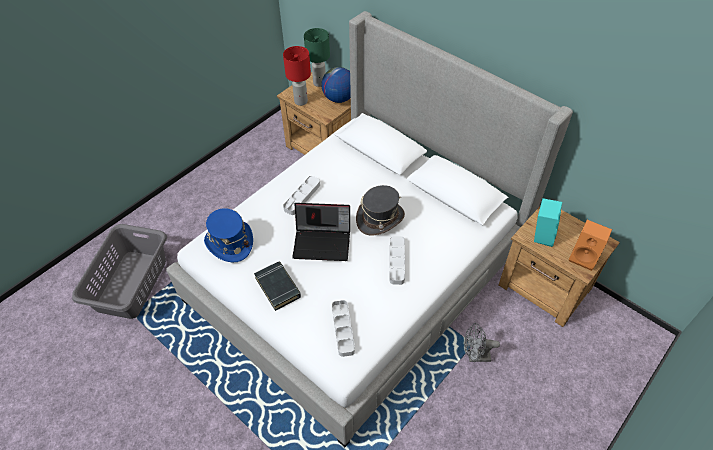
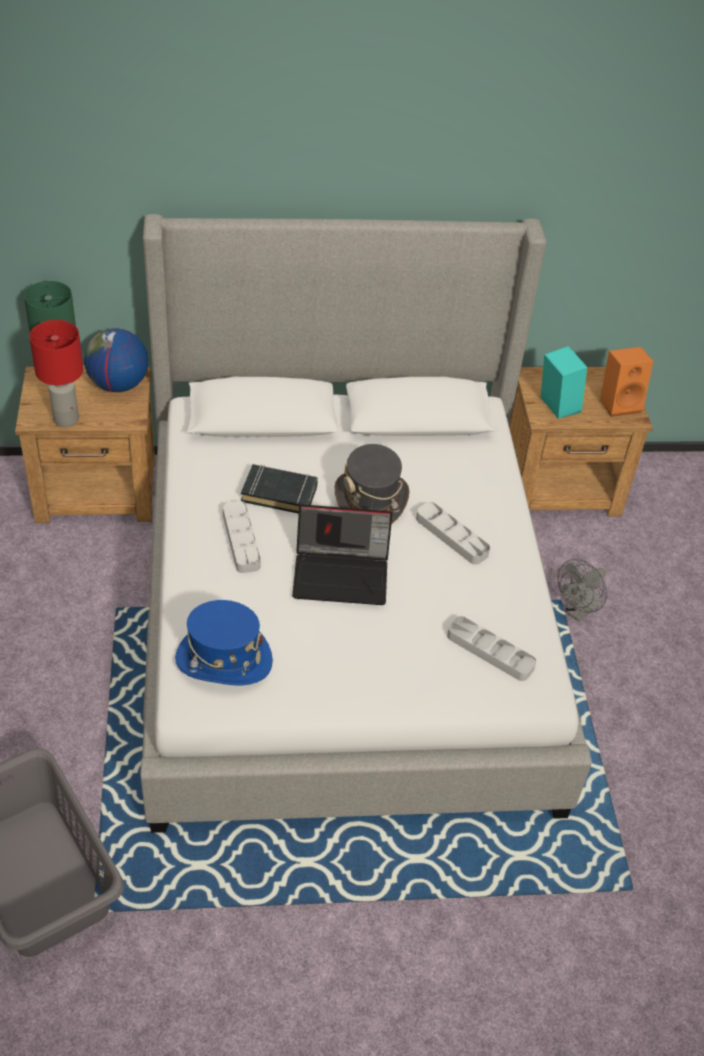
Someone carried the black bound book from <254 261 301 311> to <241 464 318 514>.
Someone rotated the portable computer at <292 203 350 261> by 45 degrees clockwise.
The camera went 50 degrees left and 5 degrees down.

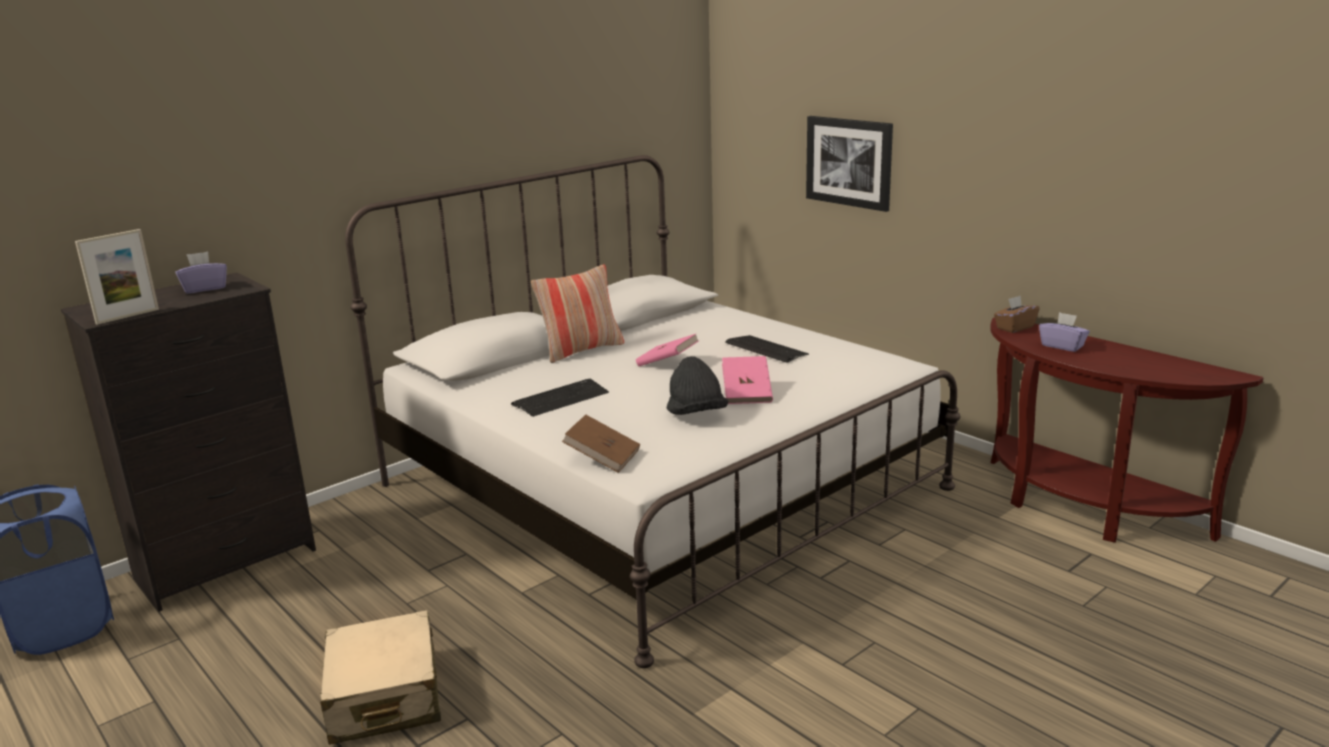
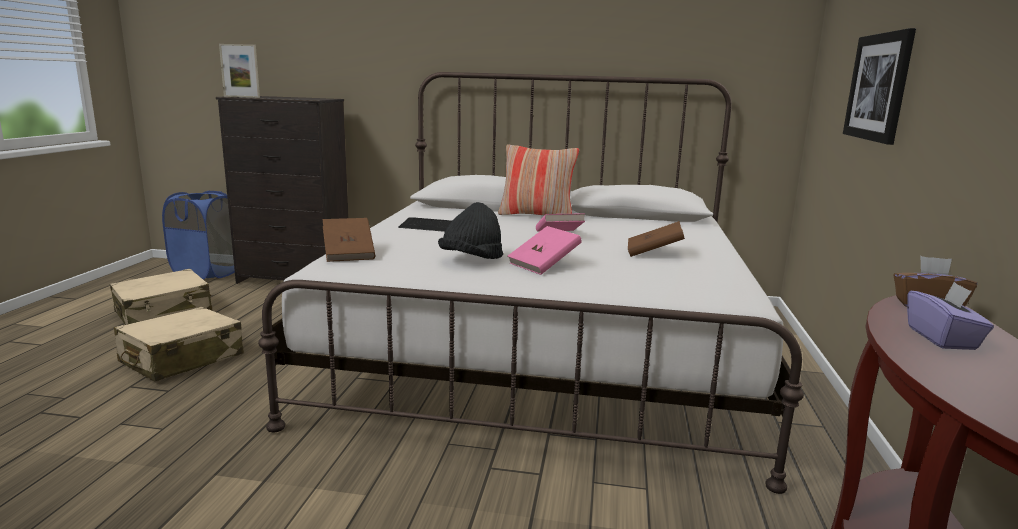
Someone took away the purple tissue box at <176 251 227 294>.
Someone put down the beige suitcase at <110 269 212 325>.
Someone swapped the keyboard at <725 335 809 363> for the brown-coloured bound book at <628 221 685 257>.
The camera went 50 degrees right and 5 degrees down.

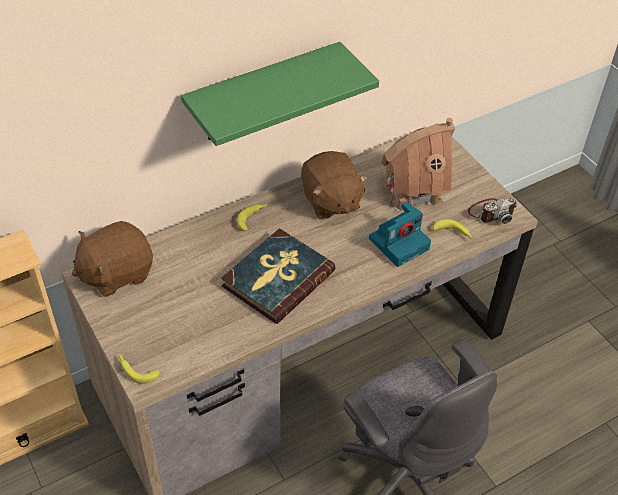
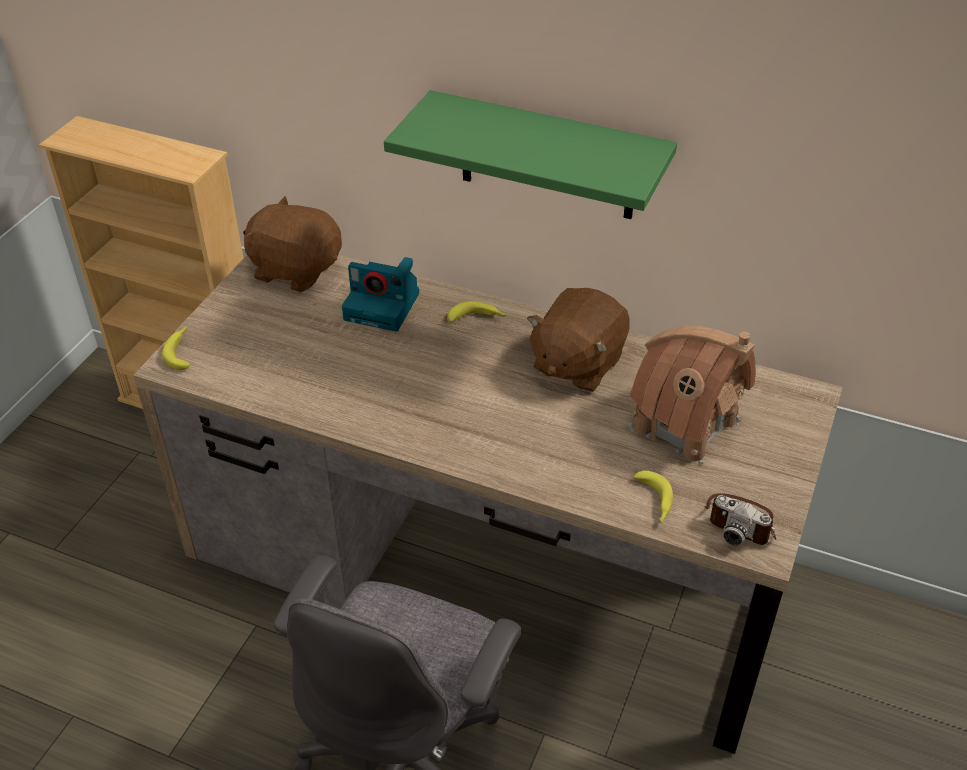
Someone took away the bound book at <221 228 335 324>.
Someone carried the photo camera from <369 201 431 267> to <342 257 419 332>.
The camera went 55 degrees right and 5 degrees down.

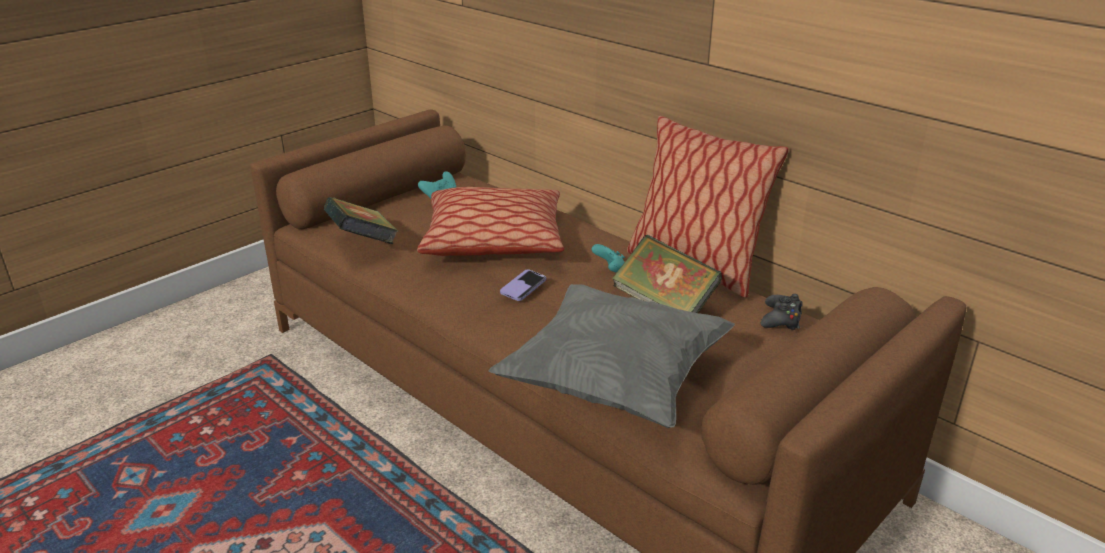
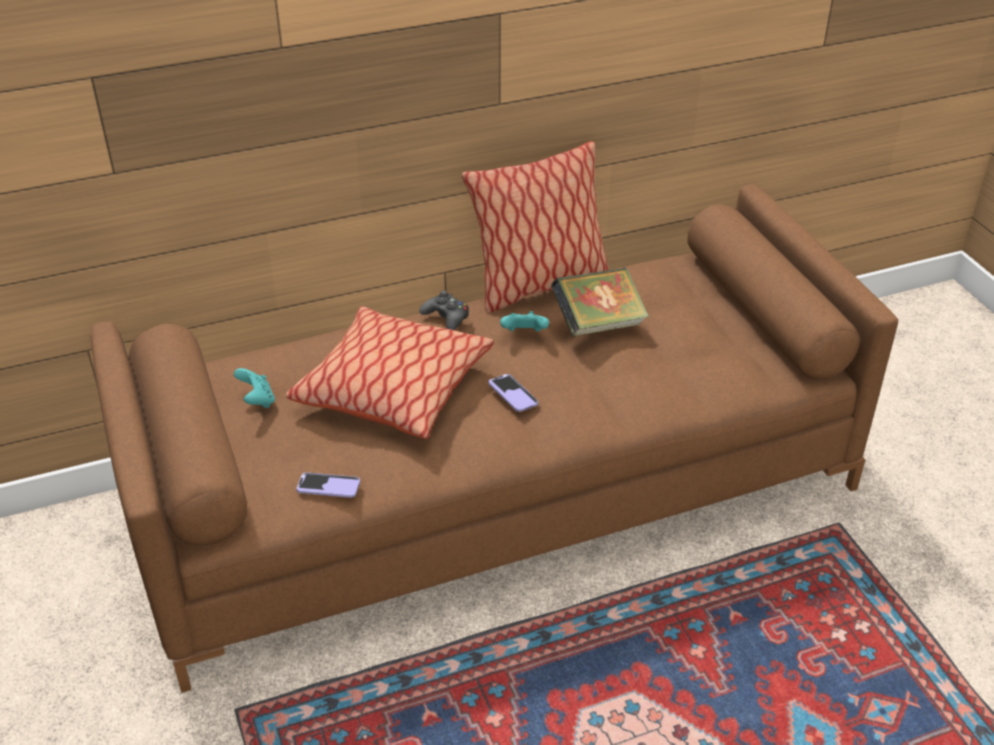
Someone took away the grey cushion at <488 284 735 428>.
Someone carried the black game controller from <761 294 802 330> to <419 290 469 330>.
Someone swapped the bound book at <323 197 398 244> for the handset at <297 472 360 498>.
The camera went 65 degrees left and 10 degrees up.

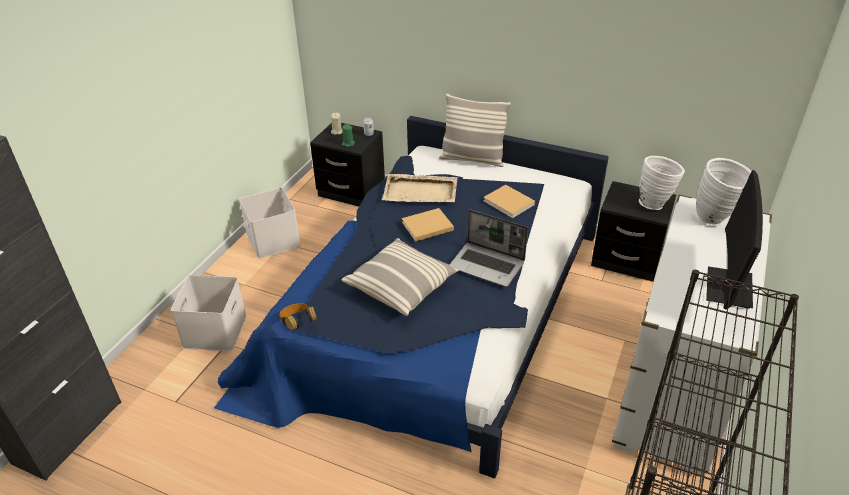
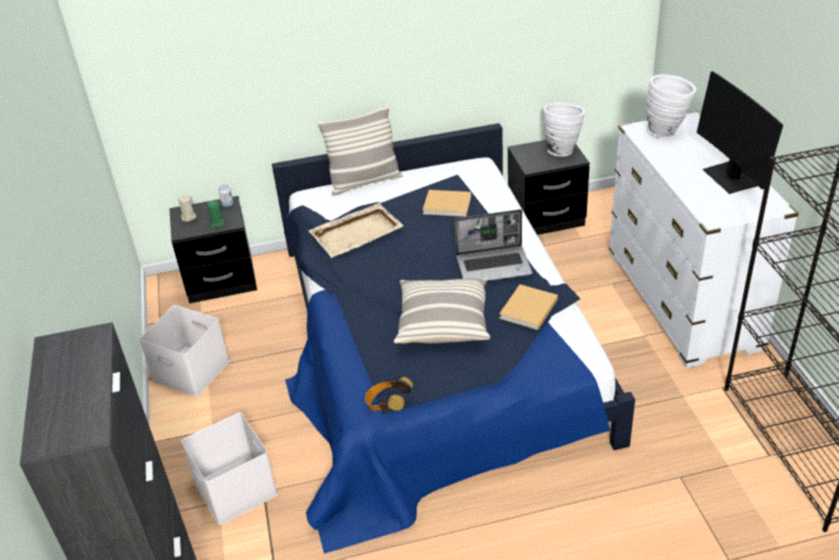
Someone carried the beige bound book from <402 208 454 241> to <499 284 558 330>.
The camera went 35 degrees left and 0 degrees up.

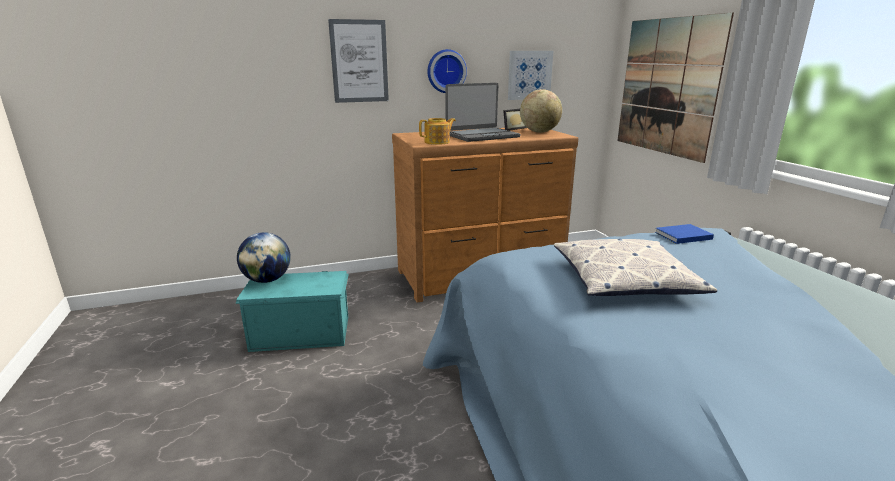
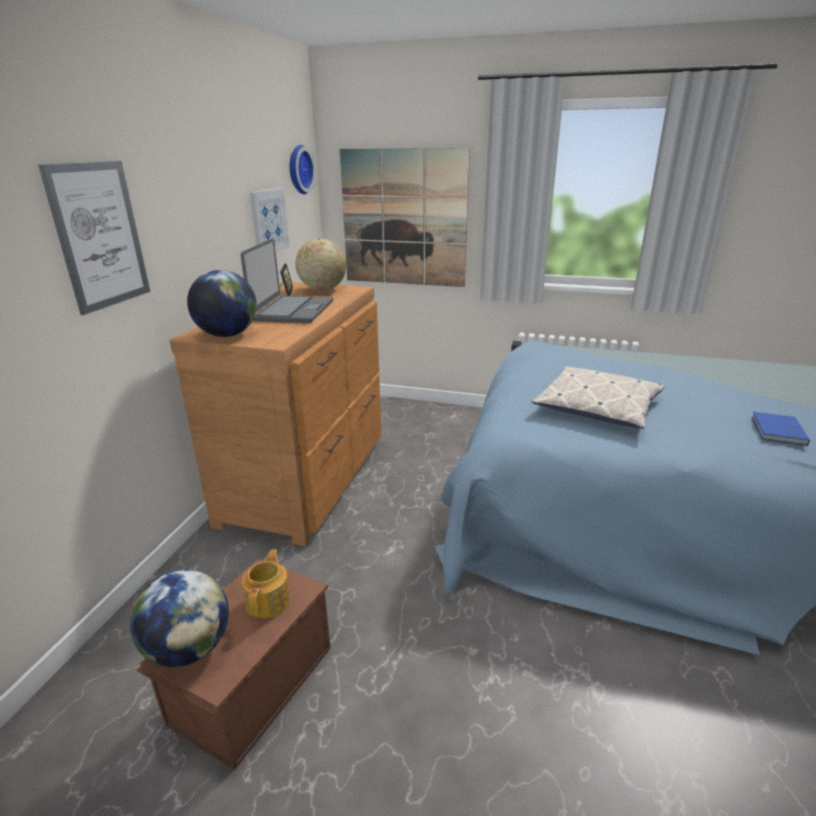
Someone put down the desk globe at <187 270 257 337>.
Someone carried the tea pot from <419 118 456 145> to <242 549 290 619>.
Someone carried the clock on the wall from <427 49 467 93> to <290 145 315 194>.
Someone carried the blue bound book from <655 224 714 244> to <751 412 810 446>.
Someone repainted the blue-green storage box at <235 271 349 352>, which became the brown-coloured storage box at <136 559 331 771>.
The camera went 55 degrees left and 5 degrees up.

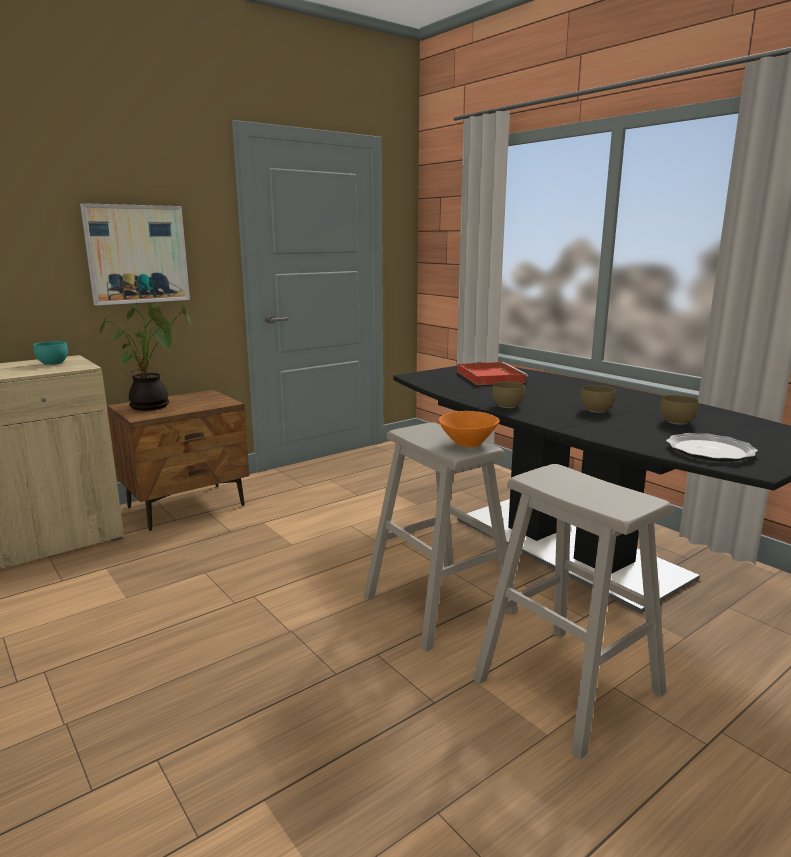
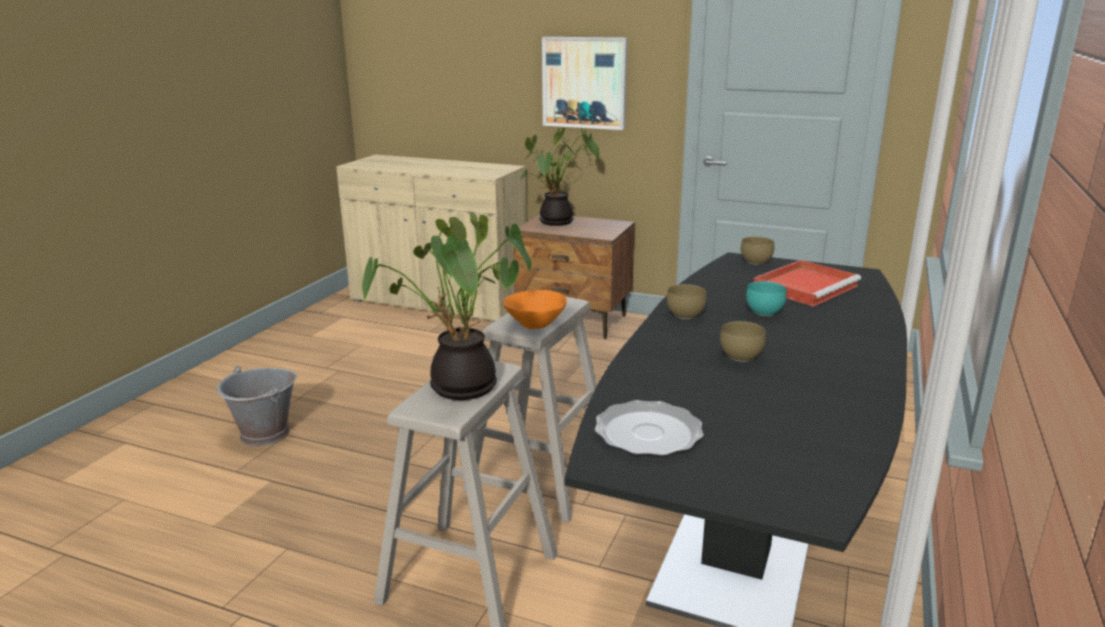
Someone put down the grey water bucket at <217 366 297 446>.
Someone put down the plant in a pot at <362 213 532 400>.
Someone carried the blue-green bowl from <33 341 68 365> to <746 281 787 316>.
Someone carried the brown-coloured bowl from <660 395 699 425> to <741 237 775 265>.
The camera went 60 degrees right and 5 degrees up.

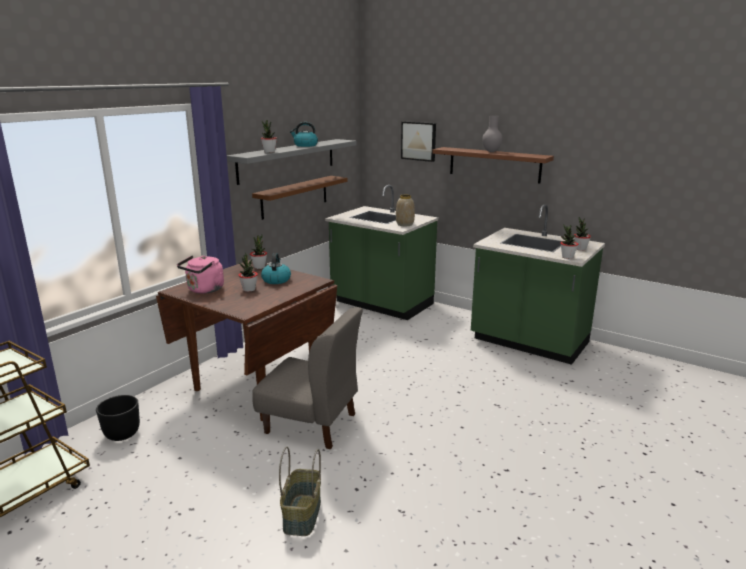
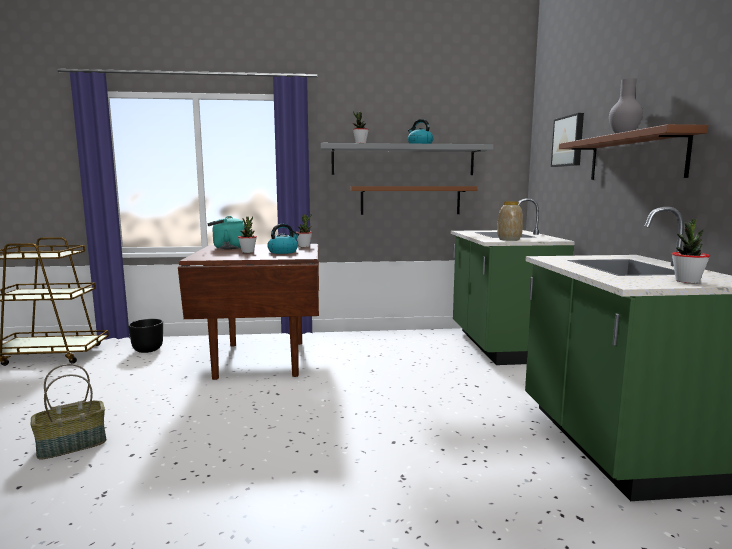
Someone took away the grey chair at <252 307 363 449>.
Someone took away the plant in a pot at <561 225 578 259>.
Someone repainted the pink-coloured water kettle at <177 255 224 294>, which became the blue-green water kettle at <207 216 245 249>.
The camera went 50 degrees right and 10 degrees down.

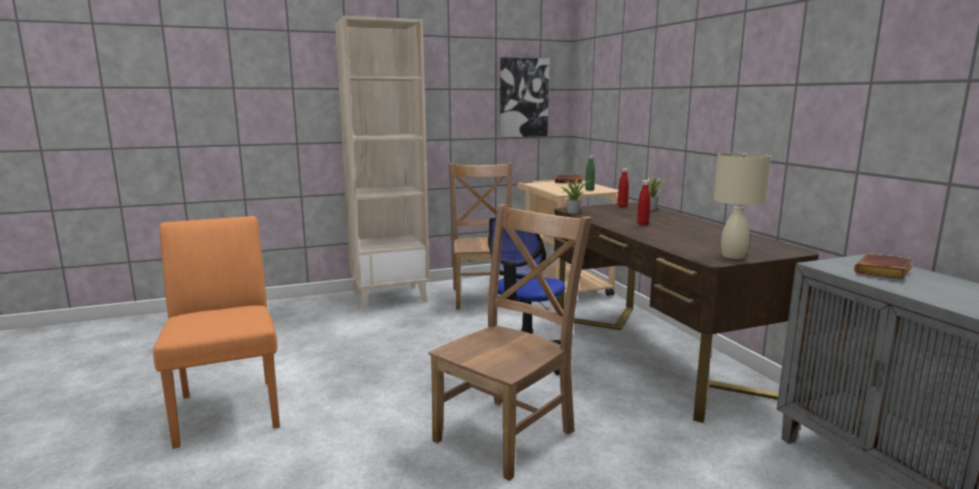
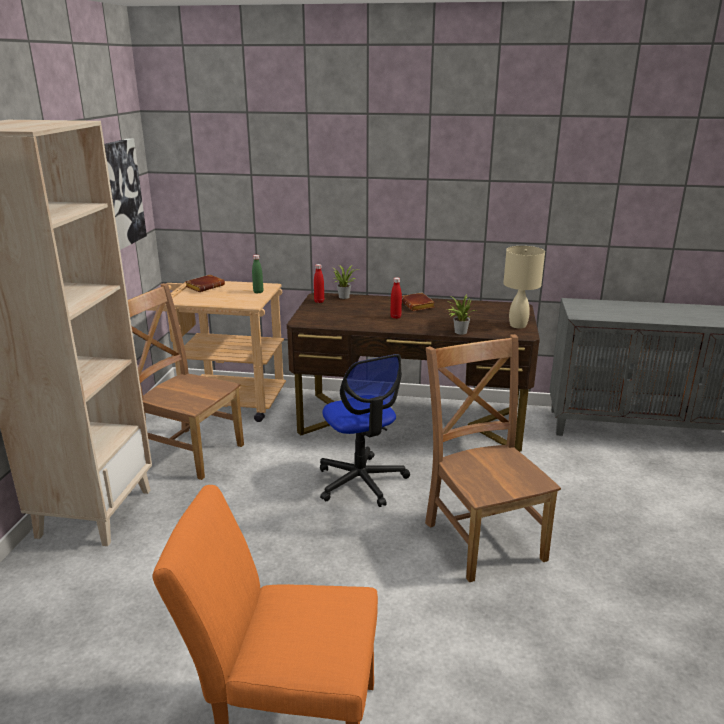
Someone carried the plant in a pot from <560 178 588 214> to <445 294 476 335>.
Someone carried the brown-coloured bound book from <854 254 913 279> to <402 293 435 311>.
The camera went 60 degrees left and 10 degrees up.

